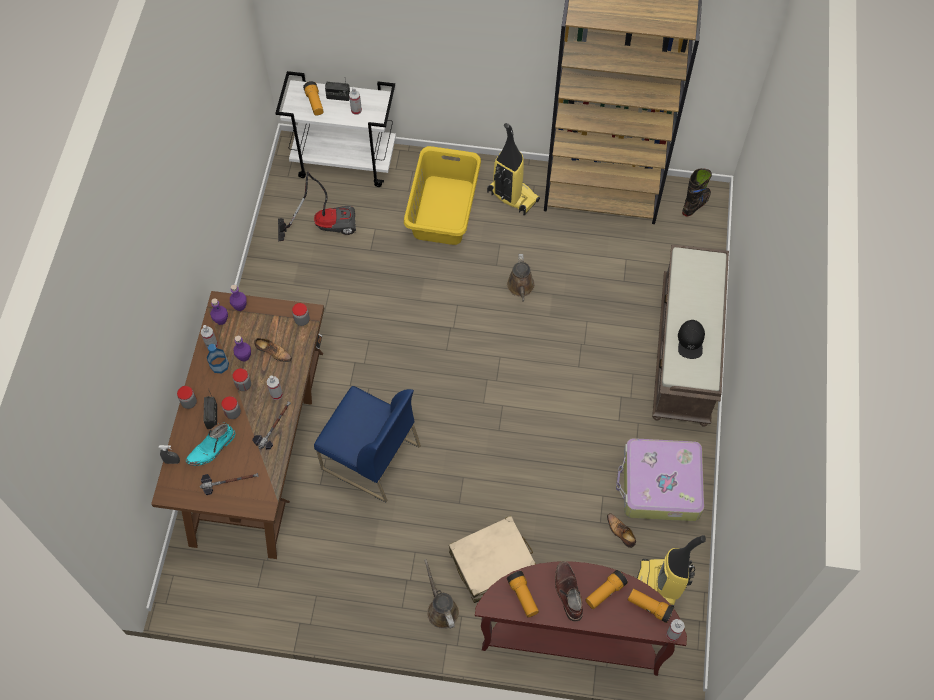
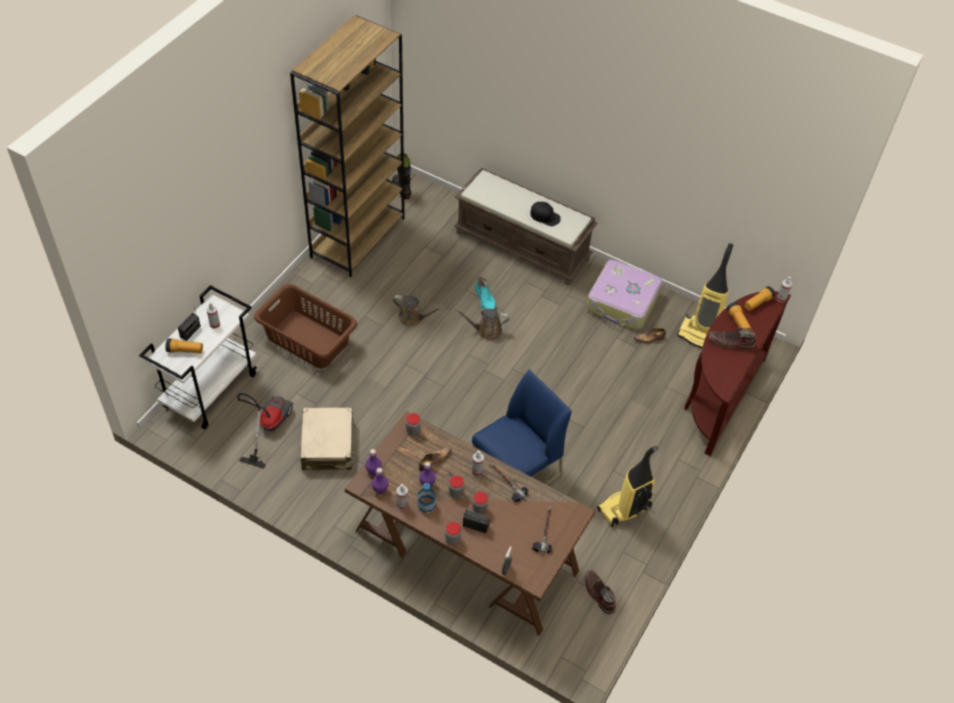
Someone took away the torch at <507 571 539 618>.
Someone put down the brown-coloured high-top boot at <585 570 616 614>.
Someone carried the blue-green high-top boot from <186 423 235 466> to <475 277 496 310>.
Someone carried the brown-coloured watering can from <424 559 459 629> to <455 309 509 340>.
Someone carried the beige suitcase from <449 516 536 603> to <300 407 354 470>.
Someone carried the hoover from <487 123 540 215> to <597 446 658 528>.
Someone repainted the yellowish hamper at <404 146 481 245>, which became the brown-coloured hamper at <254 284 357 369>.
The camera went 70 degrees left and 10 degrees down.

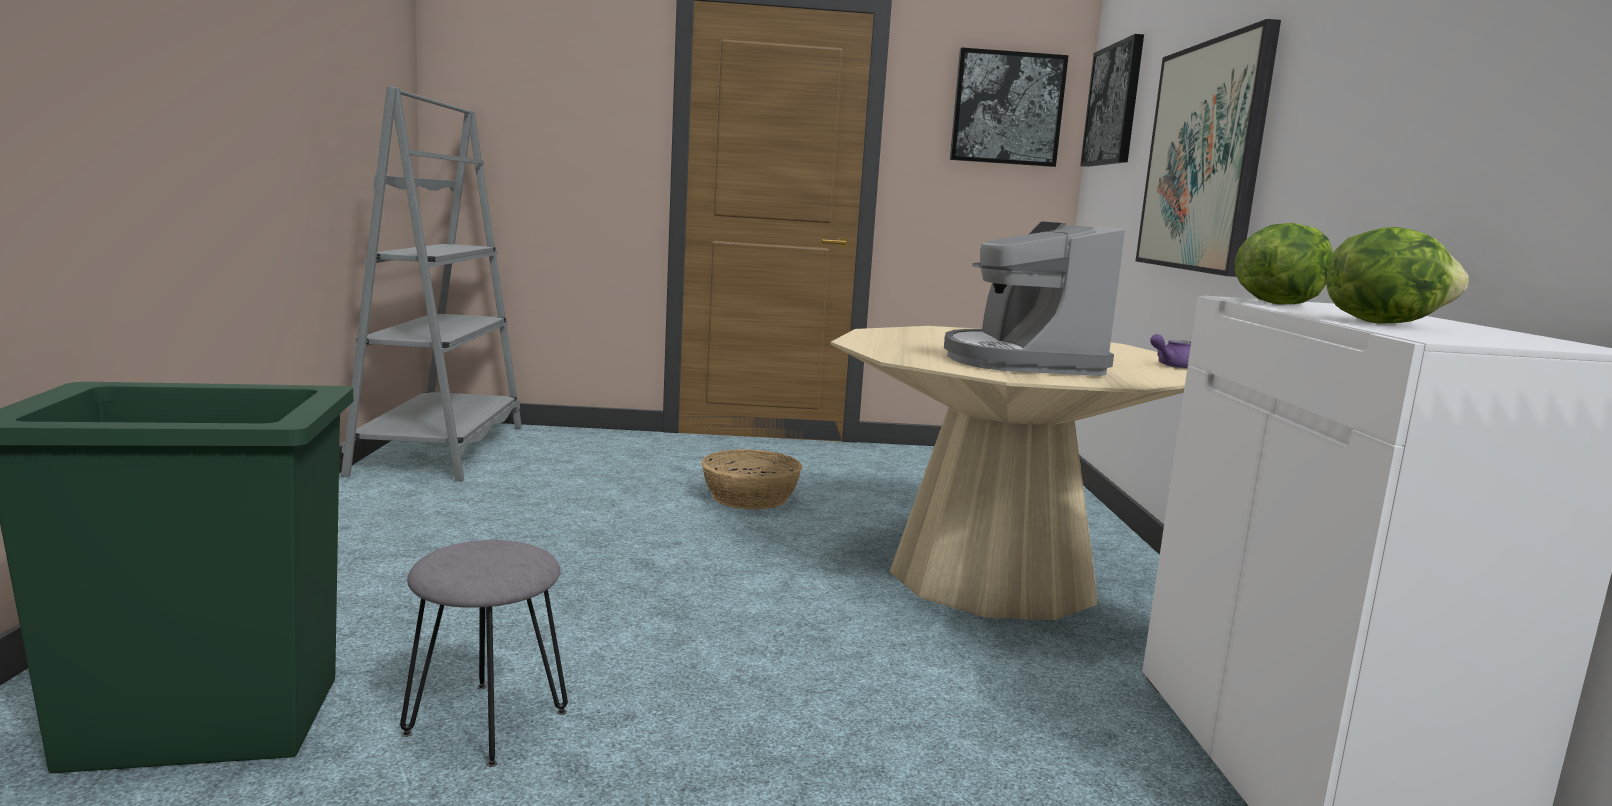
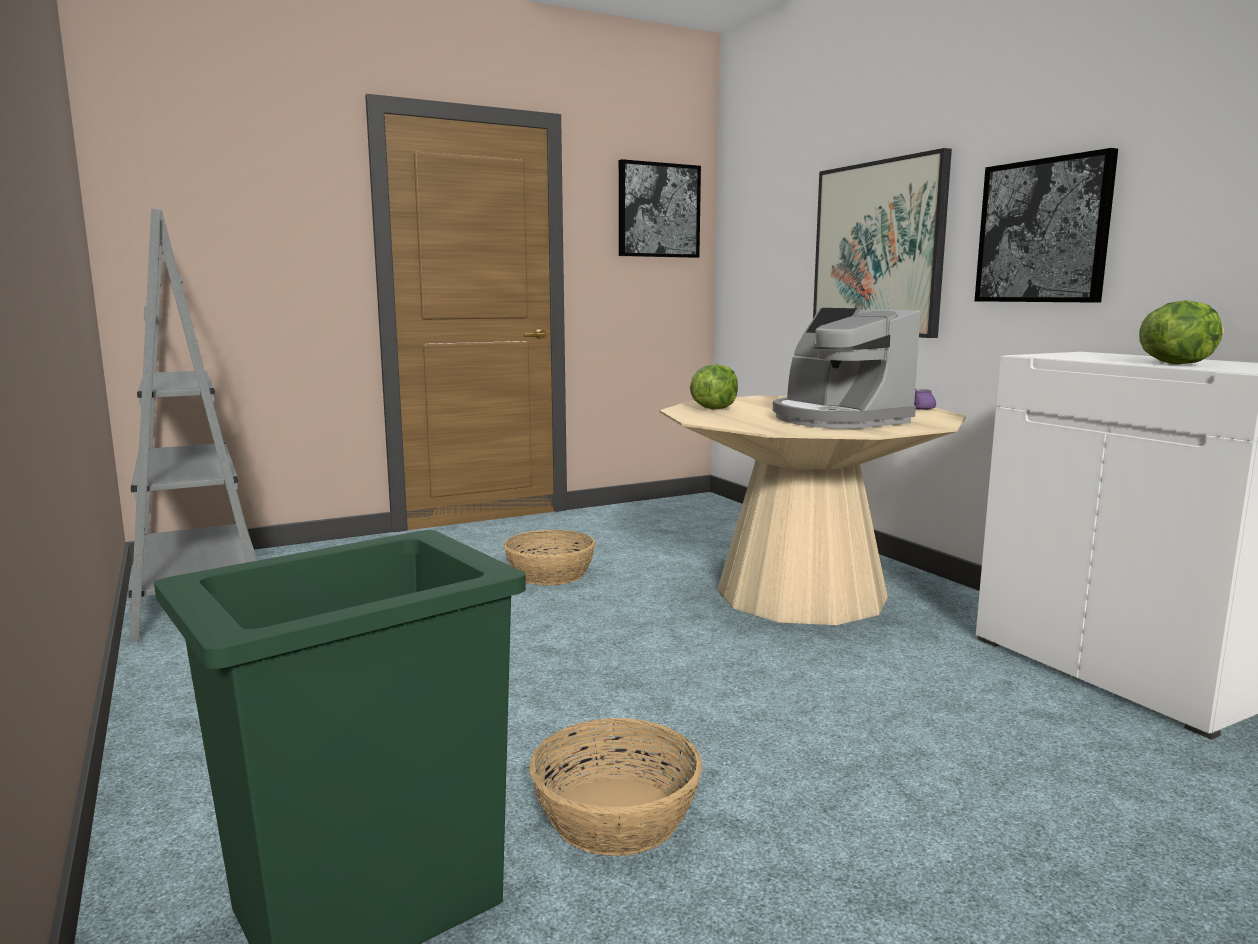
Someone carried the wall picture from <1080 34 1144 167> to <975 148 1118 303>.
Someone carried the lettuce from <1235 223 1333 305> to <690 364 738 409>.
Someone swapped the grey sitting stool at <400 540 568 767> for the storage basket at <529 718 702 856>.
The camera went 25 degrees left and 0 degrees up.

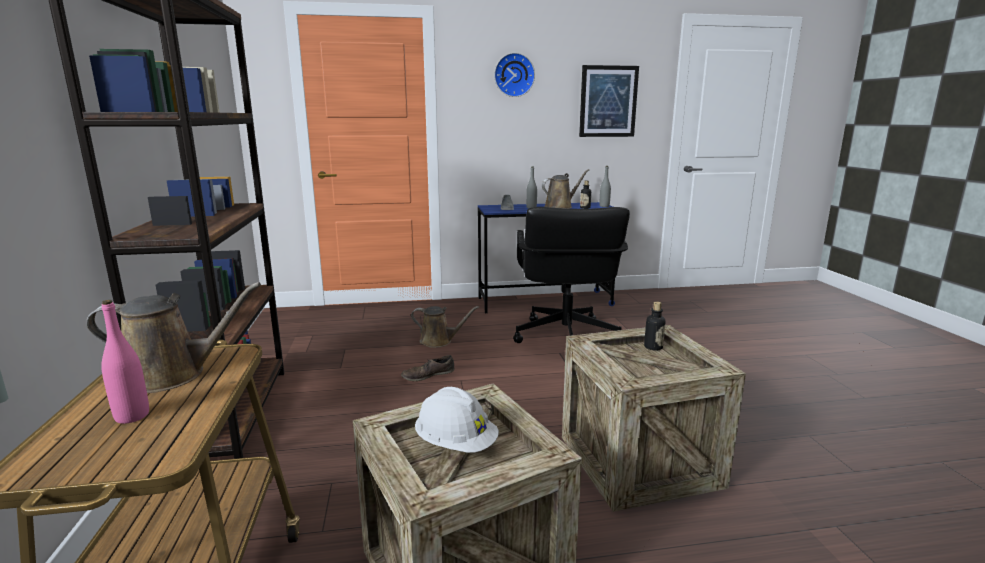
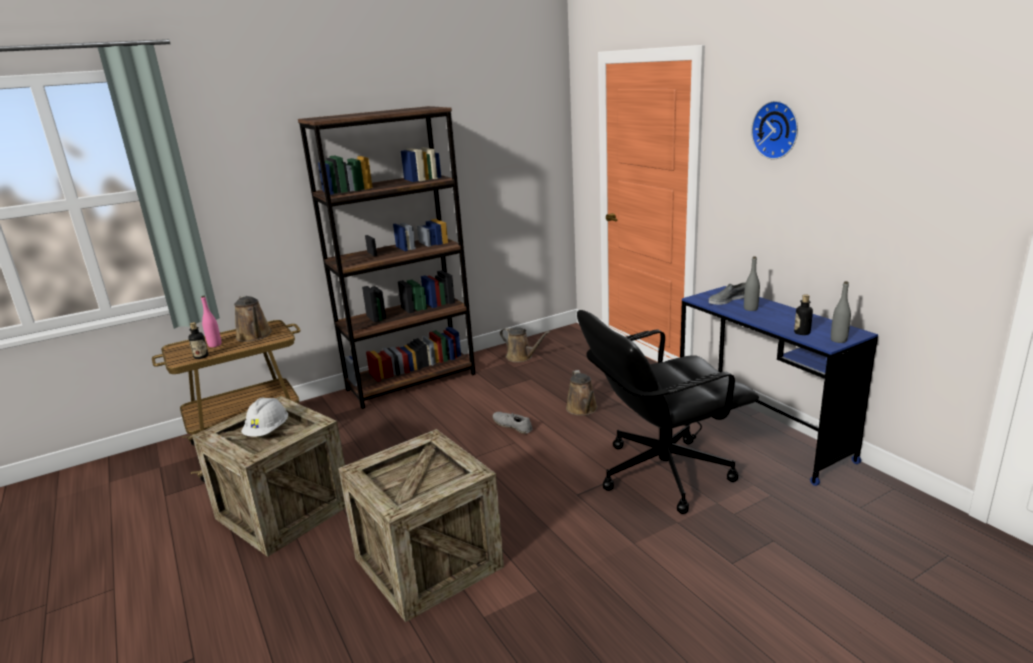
Someone took away the wall picture at <579 65 639 137>.
Someone carried the brown-coloured watering can from <542 169 590 209> to <500 327 550 362>.
Someone carried the bottle from <644 301 666 351> to <188 322 208 359>.
Someone repainted the brown-coloured item of footwear at <401 355 454 381>, which became the grey item of footwear at <492 412 532 434>.
The camera went 70 degrees right and 5 degrees up.

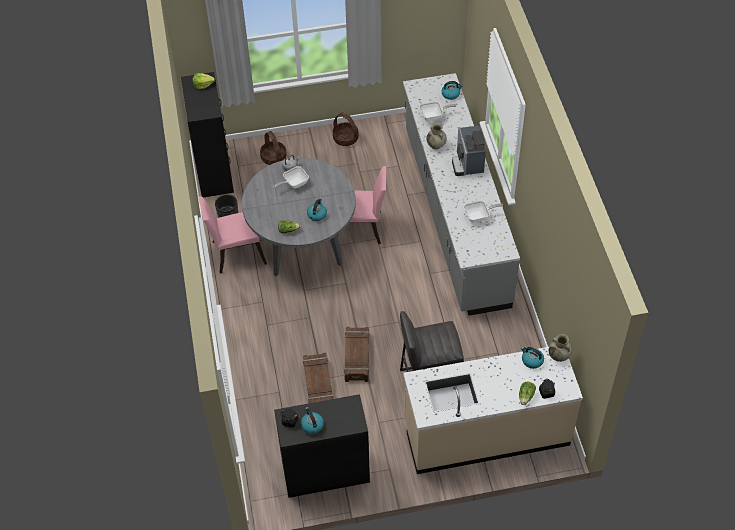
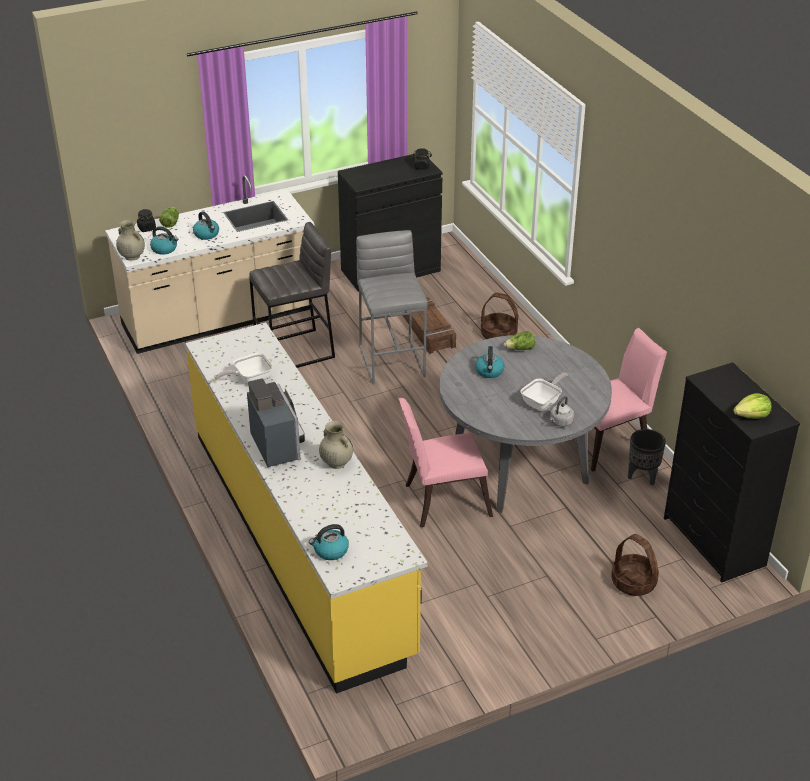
Someone took away the skillet at <420 101 456 121>.
Someone carried the water kettle from <301 407 324 434> to <193 211 219 240>.
Someone carried the storage basket from <333 112 359 146> to <481 293 518 339>.
Someone swapped the packing crate at <344 327 369 382> for the grey sitting stool at <356 230 428 384>.
Someone repainted the grey counter at <403 73 520 316>, which became the yellowish counter at <185 322 427 694>.
The camera went 165 degrees right and 15 degrees down.

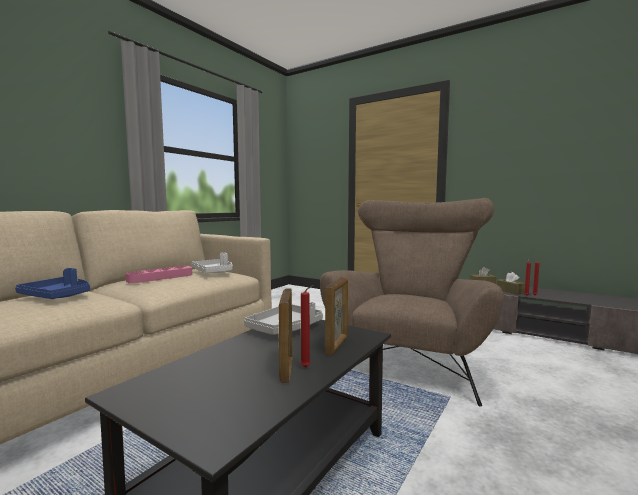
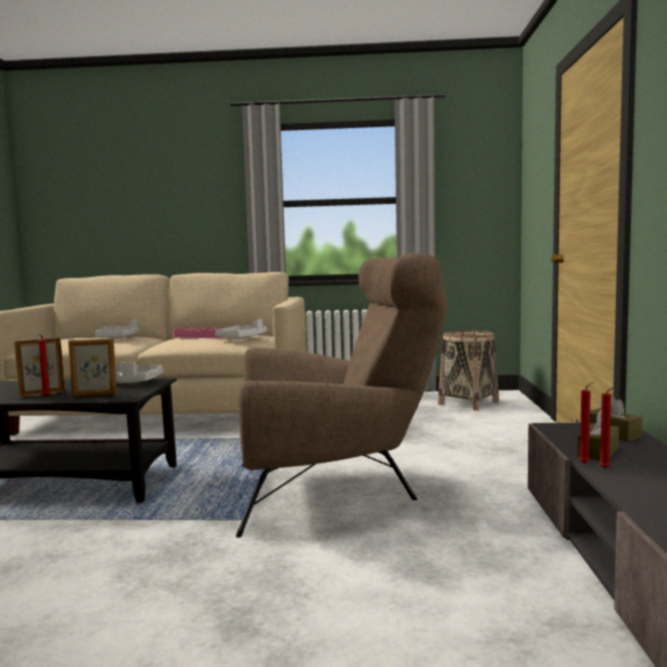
Someone put down the storage basket at <438 330 499 411>.
Someone repainted the blue serving tray at <15 268 90 299>, which became the grey serving tray at <95 319 139 339>.
The camera went 60 degrees right and 0 degrees up.

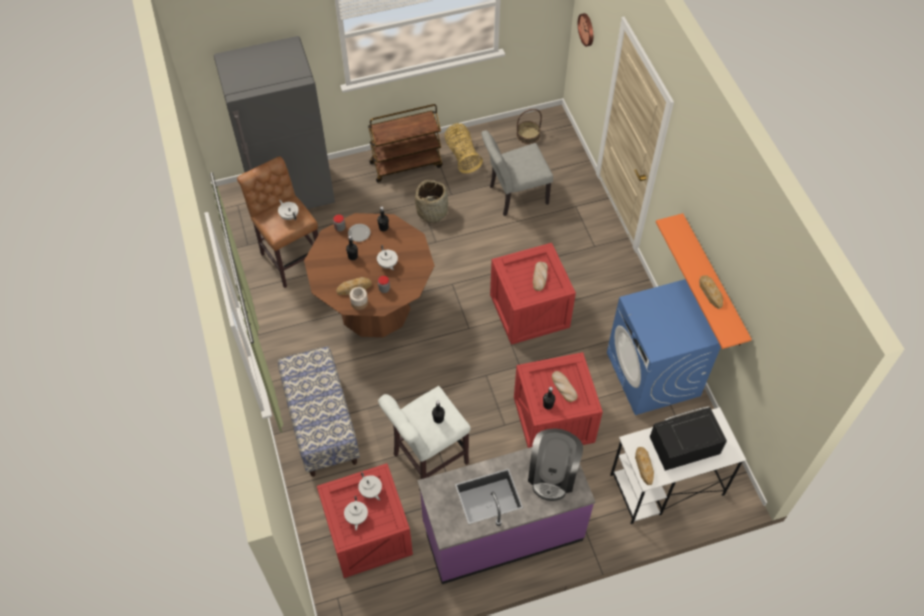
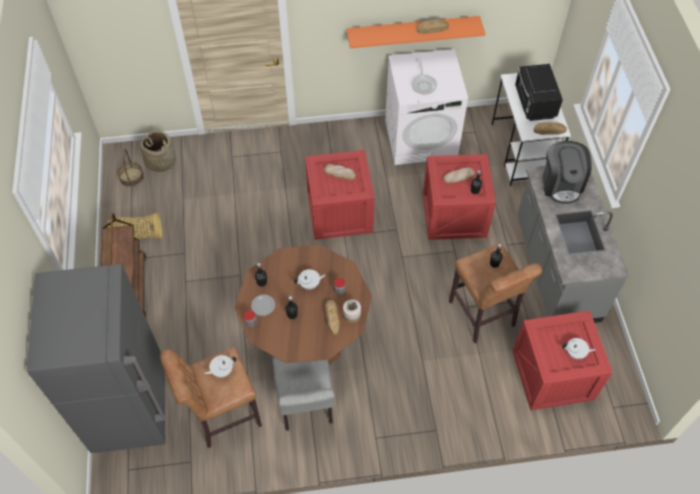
Someone took away the bench at <278 346 360 477>.
Someone took away the white tea pot at <358 472 382 501>.
Someone took away the clock on the wall at <578 13 593 47>.
Someone put down the skillet at <412 60 437 94>.
Someone carried the storage basket from <415 180 448 223> to <140 131 176 172>.
Someone carried the grey chair from <481 130 553 216> to <272 357 335 431>.
Someone repainted the white sitting stool at <378 386 471 491>, which became the brown-coloured sitting stool at <449 243 542 343>.
Someone repainted the purple counter at <417 447 595 584>, which became the grey counter at <517 166 629 323>.
Someone repainted the blue laundry appliance at <607 279 721 415>, which became the white laundry appliance at <385 49 468 165>.
Someone rotated the coffee brewer at <528 428 583 501> by 60 degrees clockwise.
The camera went 80 degrees left and 0 degrees up.

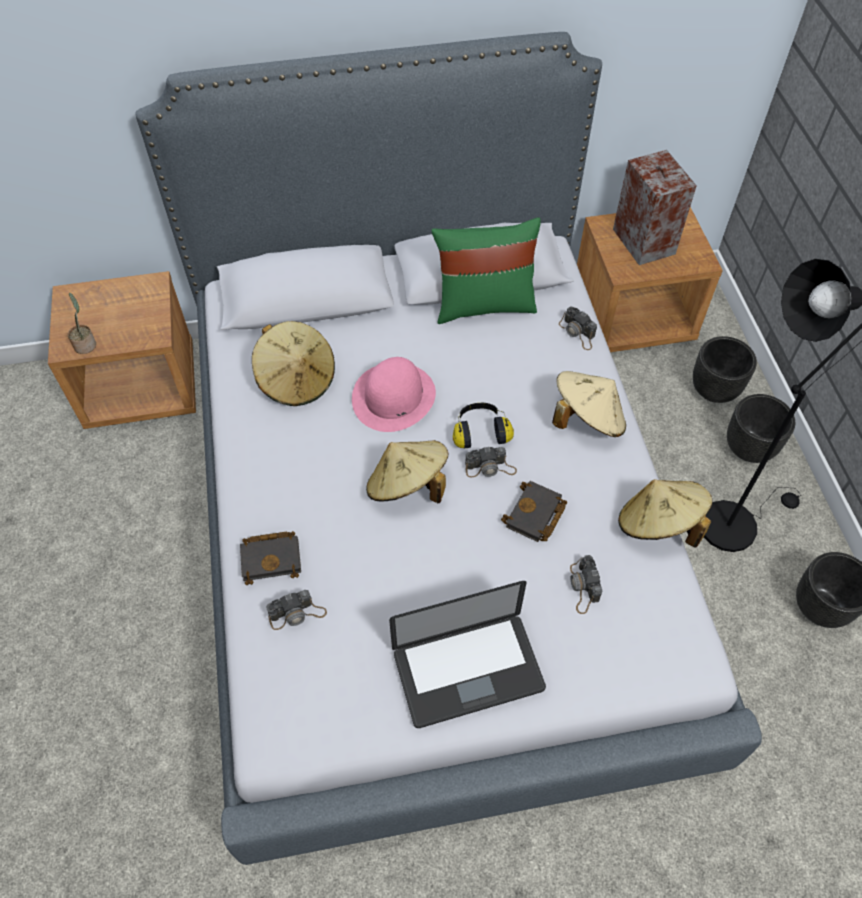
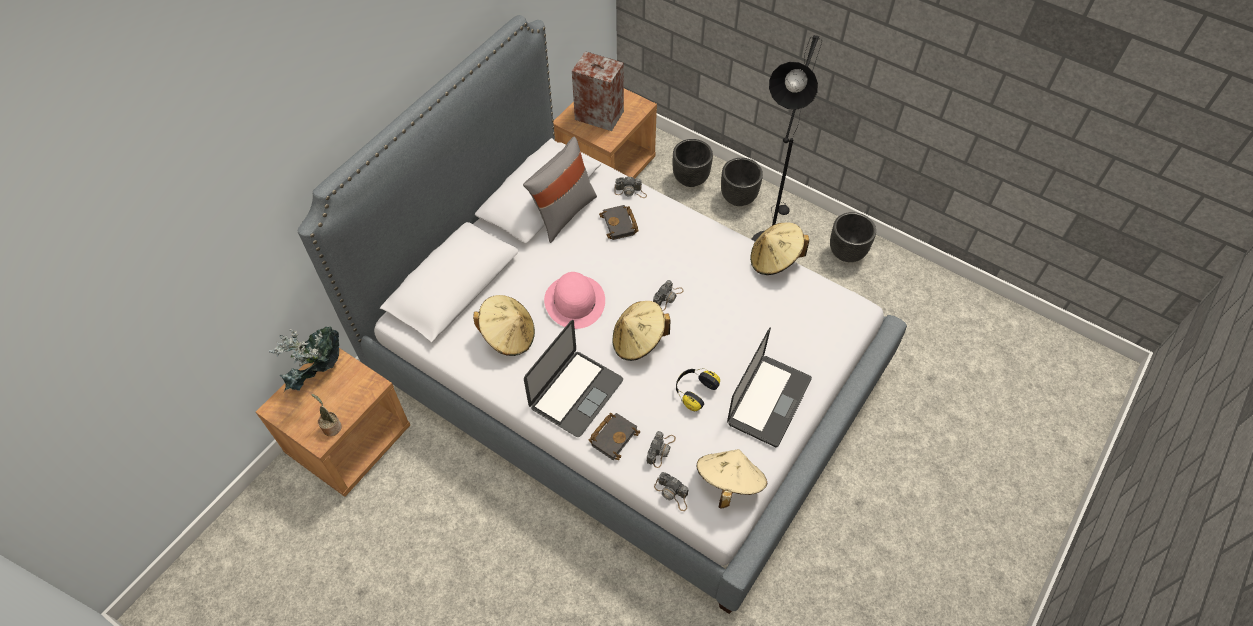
Someone put down the plant in a pot at <268 327 339 392>.
Someone put down the portable computer at <524 320 623 437>.
Someone carried the pair of headphones from <453 403 514 448> to <676 368 720 411>.
Someone carried the black bound book from <501 481 567 542> to <599 205 639 240>.
Someone carried the beige hat from <552 371 626 437> to <697 449 767 509>.
Someone carried the photo camera from <570 555 602 614> to <654 472 689 511>.
Someone repainted the greenish cushion at <431 217 541 324>, which became the grey cushion at <523 137 597 243>.
The camera went 45 degrees left and 0 degrees up.

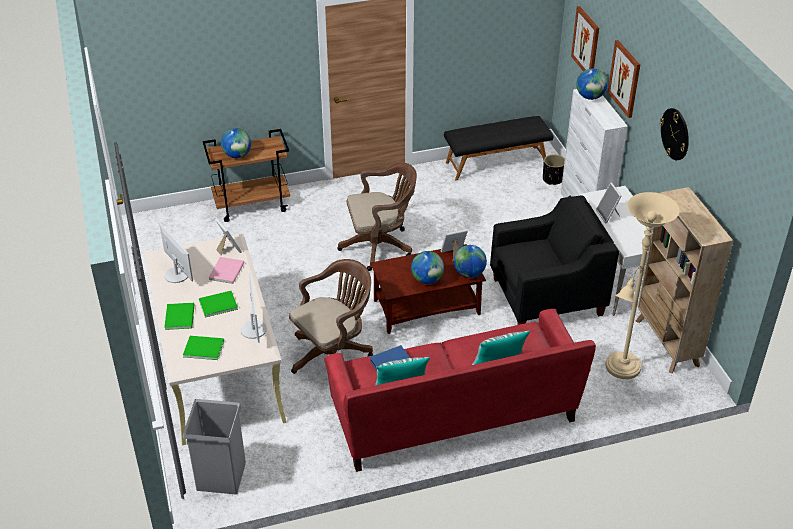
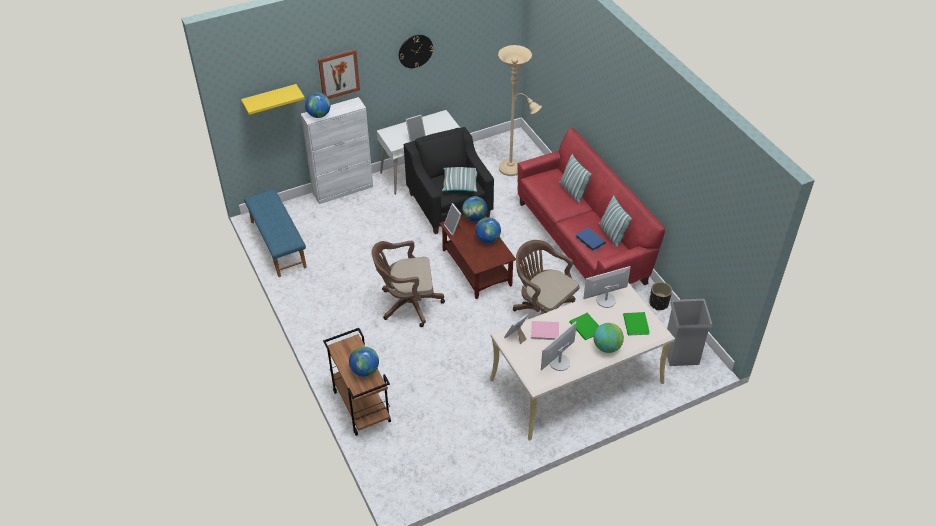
Someone took away the beige bookshelf at <635 187 734 373>.
Someone put down the cushion at <442 167 477 192>.
Someone carried the black planter from <543 154 565 185> to <649 282 672 310>.
Someone swapped the greenish bound book at <164 303 195 330> for the desk globe at <593 323 624 353>.
Someone swapped the wall picture at <571 6 599 71> for the yellowish bracket shelf at <241 84 305 115>.
Someone repainted the black bench at <444 116 553 181>, which became the blue bench at <244 189 307 277>.
Someone rotated the brown-coloured desk chair at <337 162 417 271> by 75 degrees counterclockwise.
The camera went 100 degrees left and 5 degrees up.

